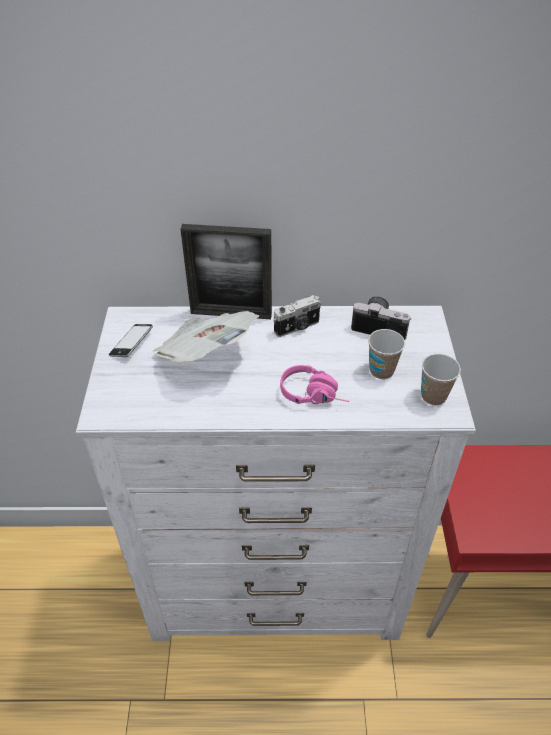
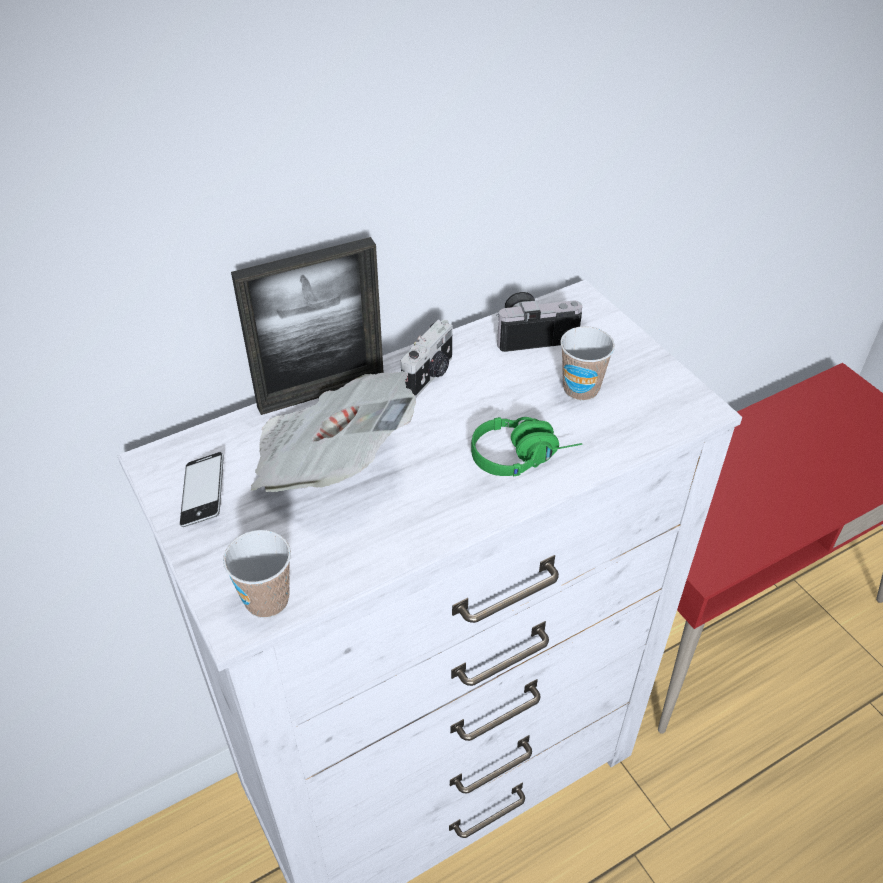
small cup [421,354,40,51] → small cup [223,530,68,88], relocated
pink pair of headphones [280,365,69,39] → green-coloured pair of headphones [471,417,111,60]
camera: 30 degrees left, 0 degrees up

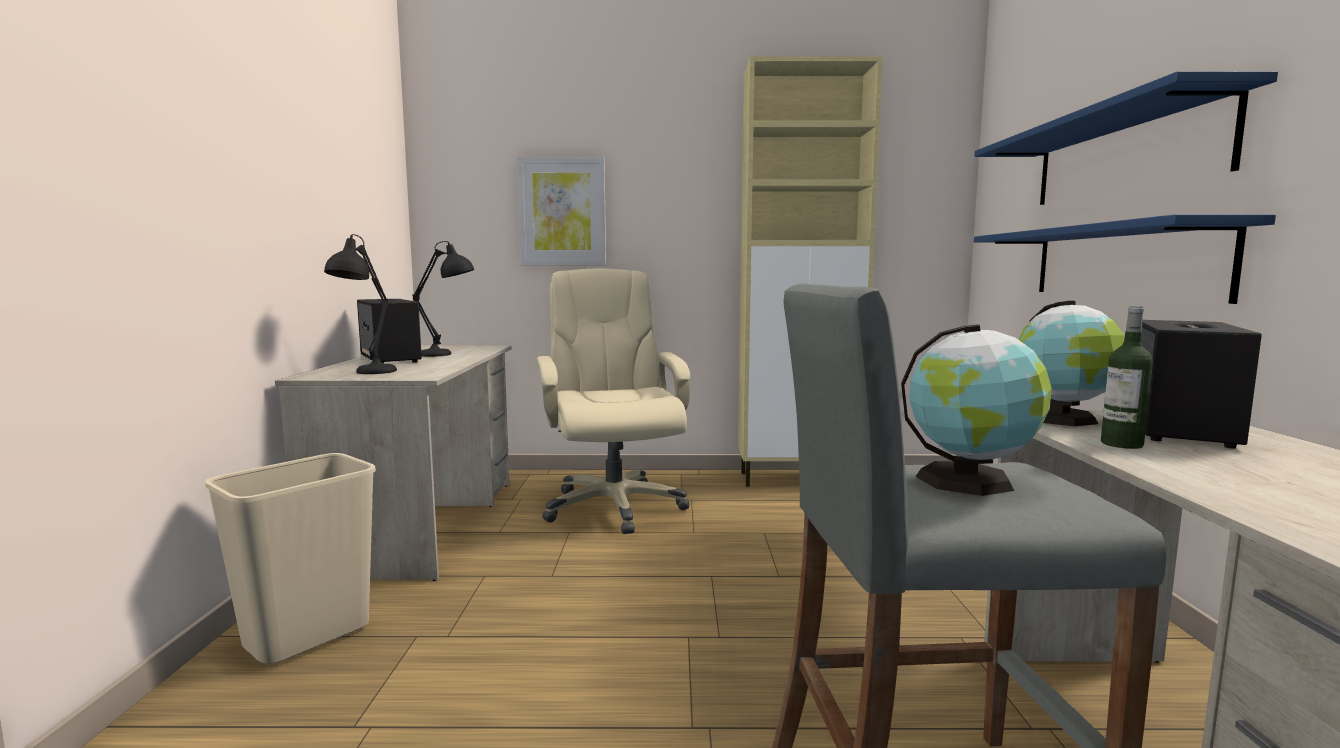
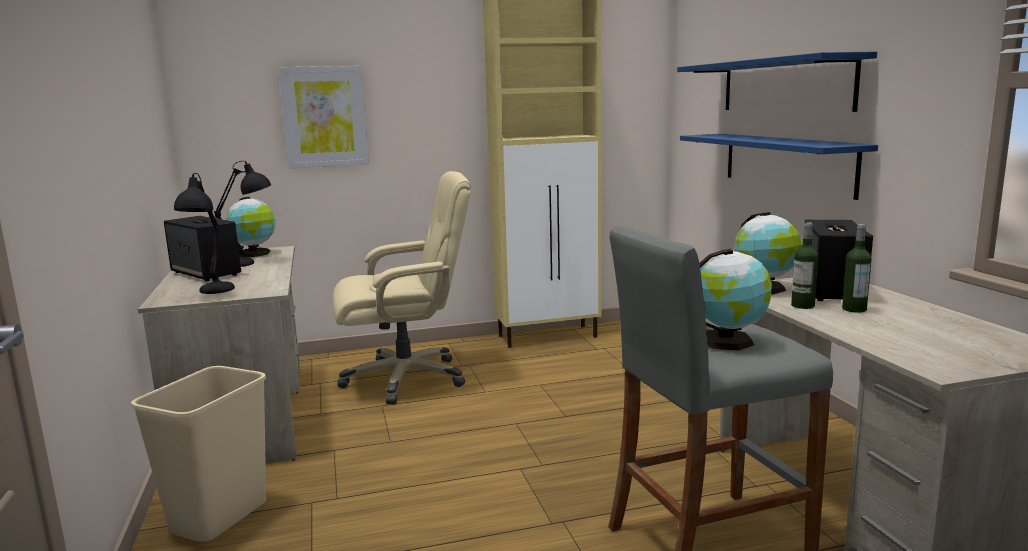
beige-coloured computer chair [537,268,153,266] → beige-coloured computer chair [332,171,139,233], 105 degrees clockwise
- → desk globe [226,197,49,60]
- → beverage bottle [842,224,29,89]
camera: 15 degrees left, 5 degrees up

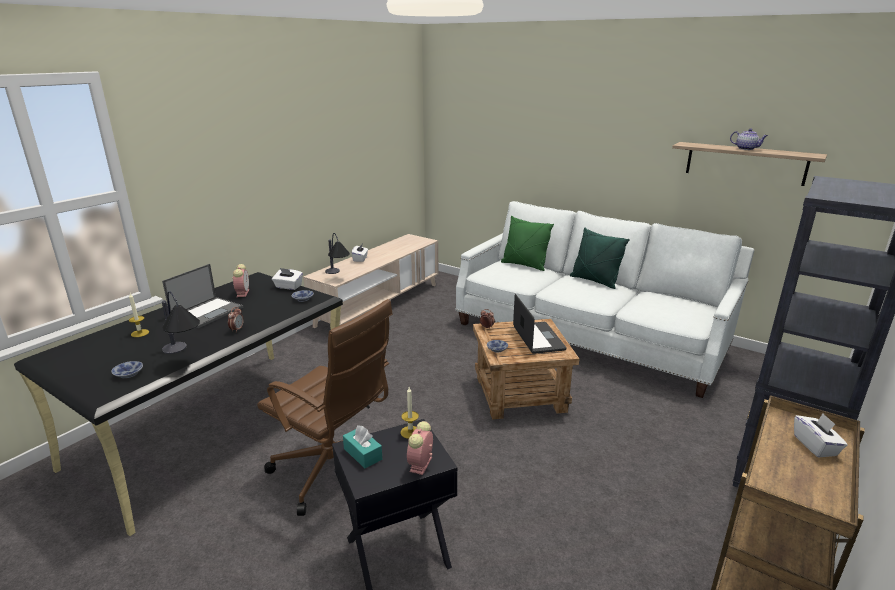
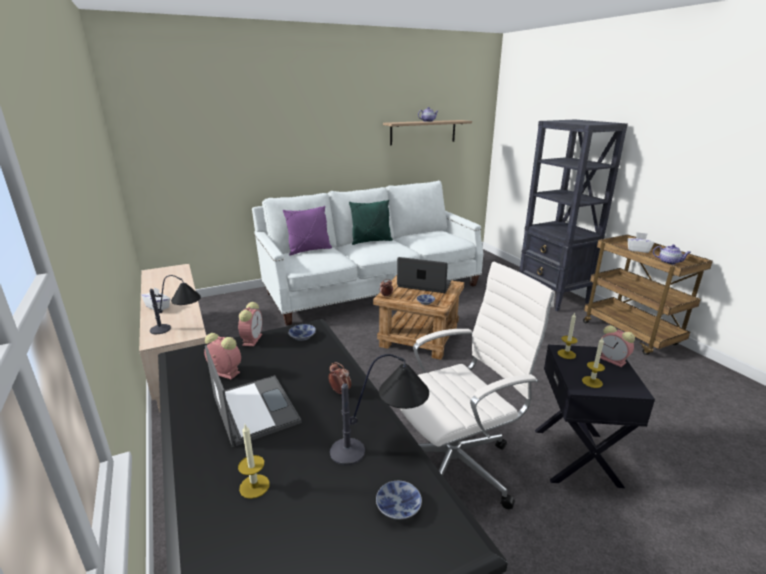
green-coloured pillow [501,216,53,55] → purplish pillow [283,206,49,49]
white tissue box [272,268,31,22] → alarm clock [238,302,24,44]
brown-coloured computer chair [257,299,136,217] → white computer chair [400,262,155,247]
blue-green tissue box [343,425,39,43] → candle [582,338,23,50]
- → tea pot [653,245,38,20]
camera: 60 degrees left, 0 degrees up

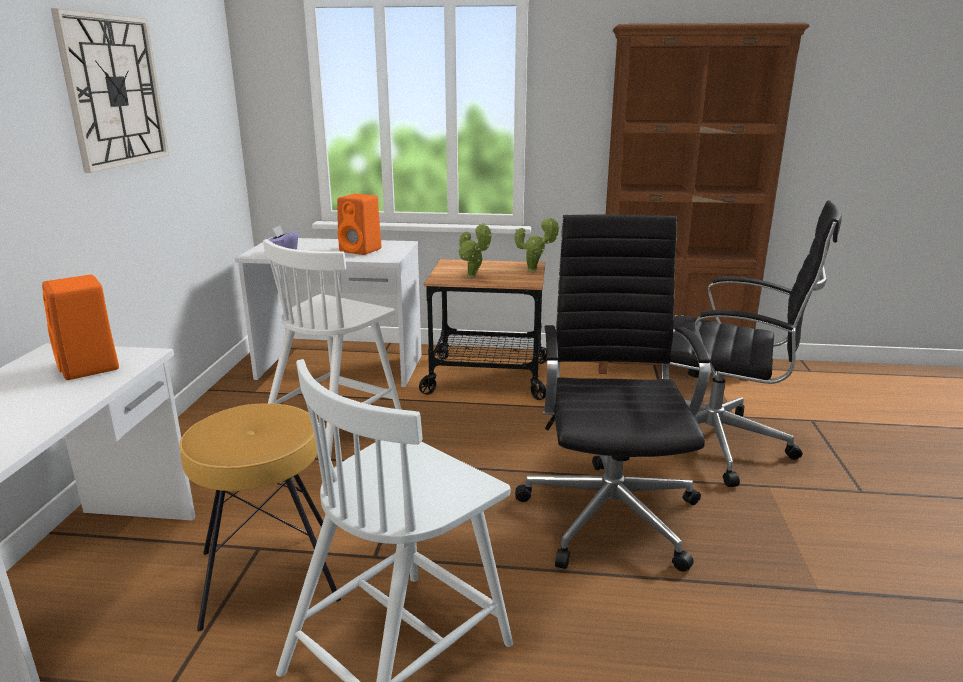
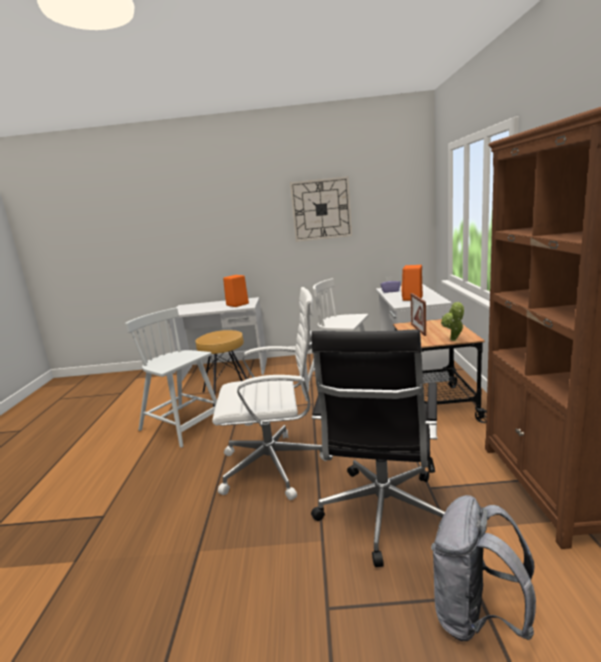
black computer chair [515,214,196,358] → white computer chair [212,287,115,213]
houseplant [458,223,34,54] → standing frame [411,293,15,43]
- → greyish knapsack [431,495,105,146]
camera: 85 degrees right, 5 degrees down

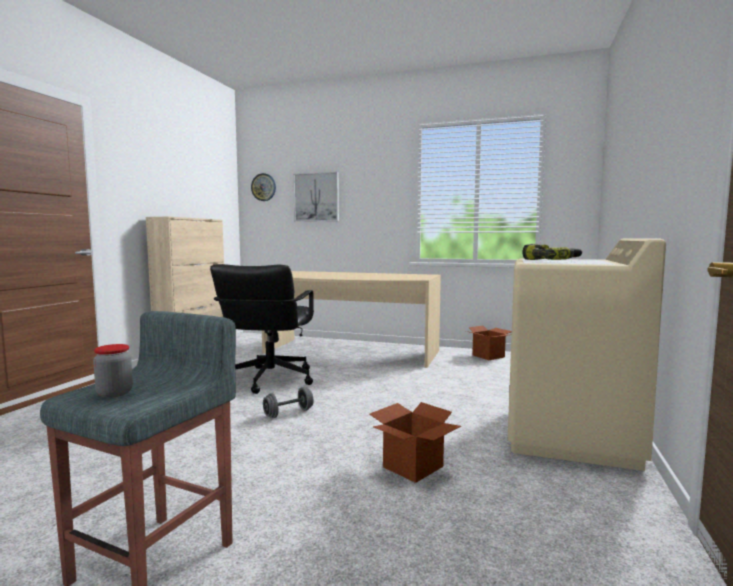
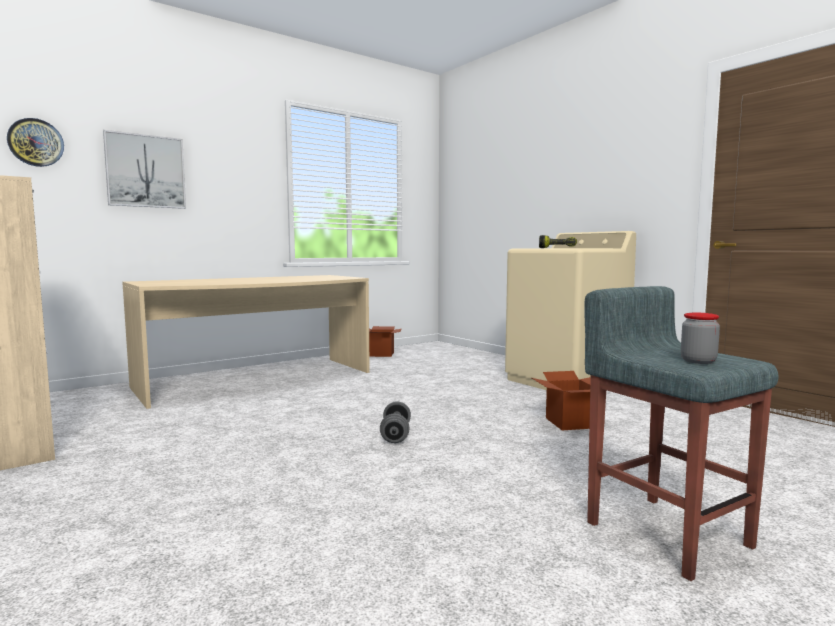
black computer chair [210,264,104,130] → -
camera: 55 degrees left, 0 degrees up

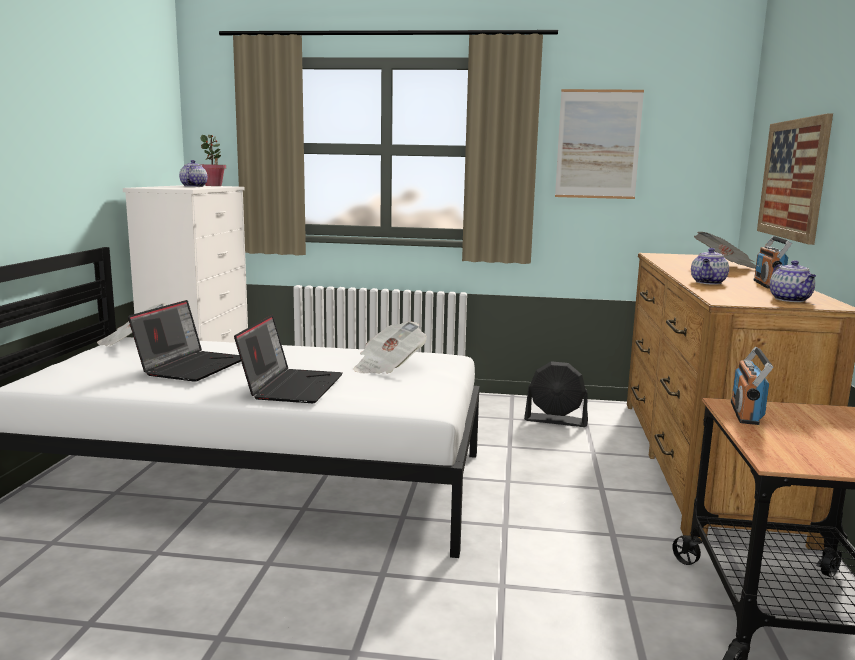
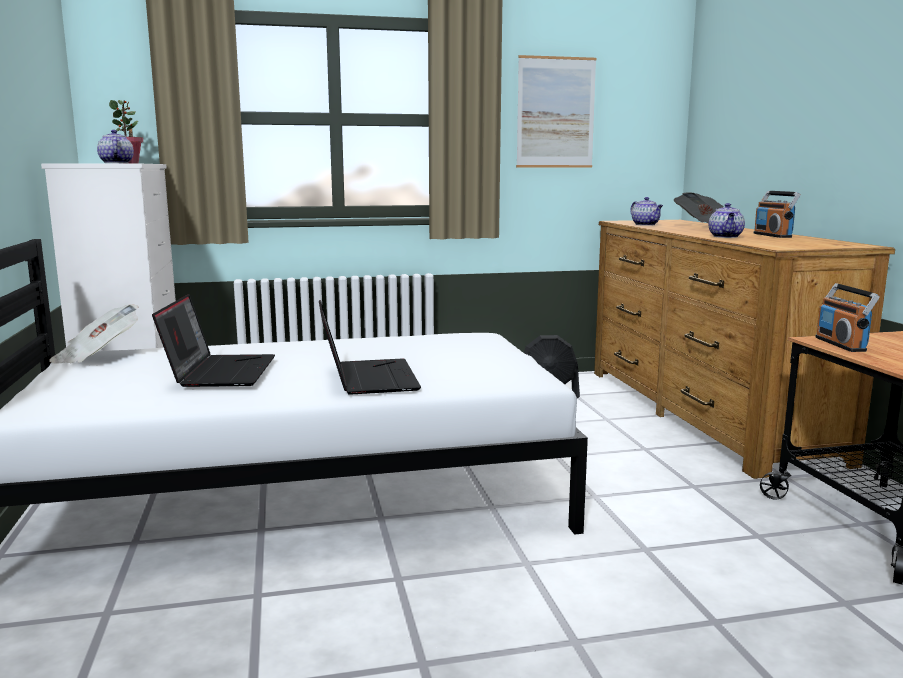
wall picture [757,114,76,131] → -
tea pot [770,260,46,42] → tea pot [630,197,33,29], relocated
newspaper [353,322,74,52] → -
camera: 20 degrees left, 0 degrees up

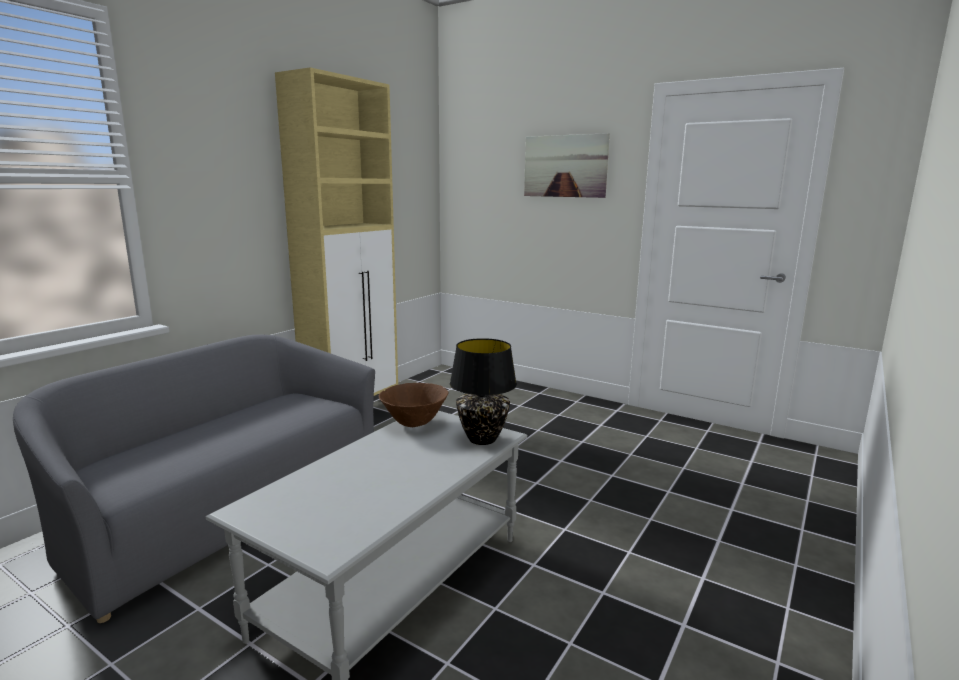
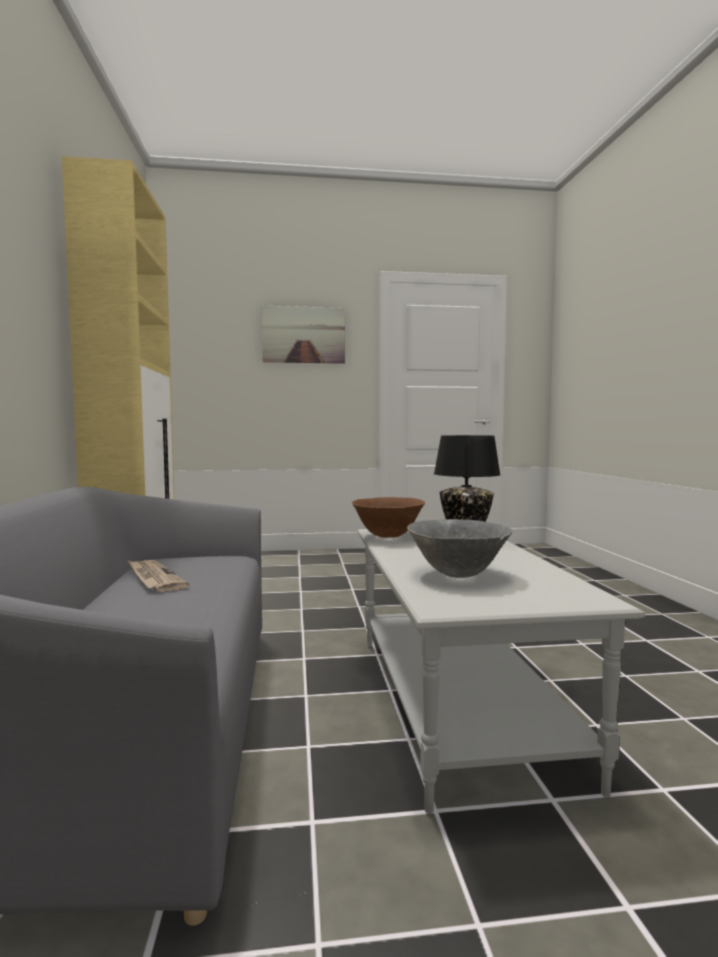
- → greyish deep dish [407,519,106,59]
- → newspaper [128,560,61,32]
camera: 40 degrees left, 10 degrees down

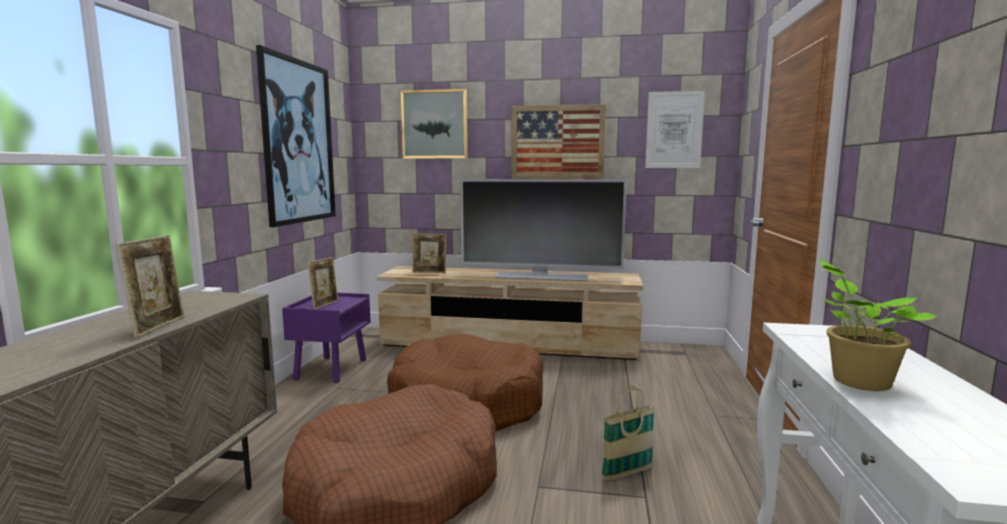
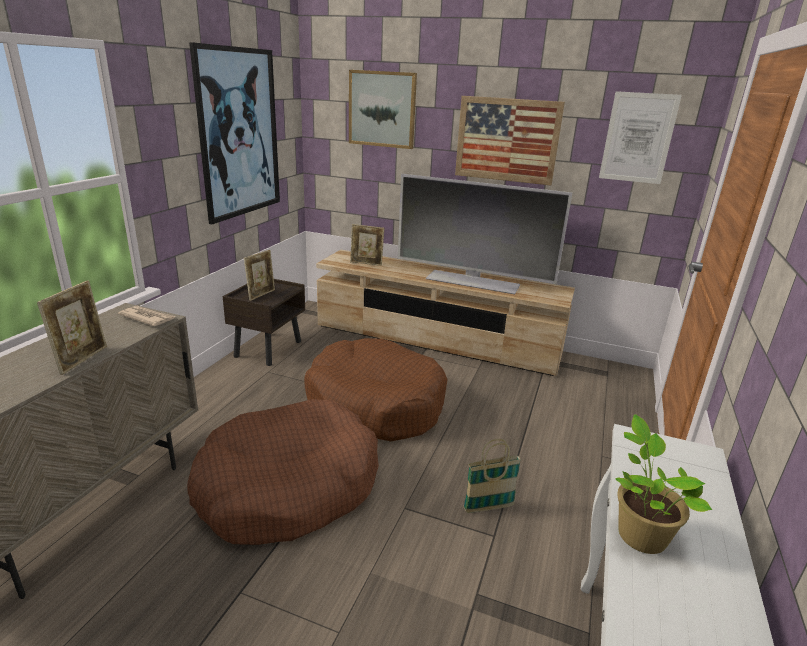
purplish nightstand [282,293,89,90] → brown-coloured nightstand [223,279,82,87]
- → newspaper [118,306,58,20]
camera: 10 degrees right, 15 degrees up

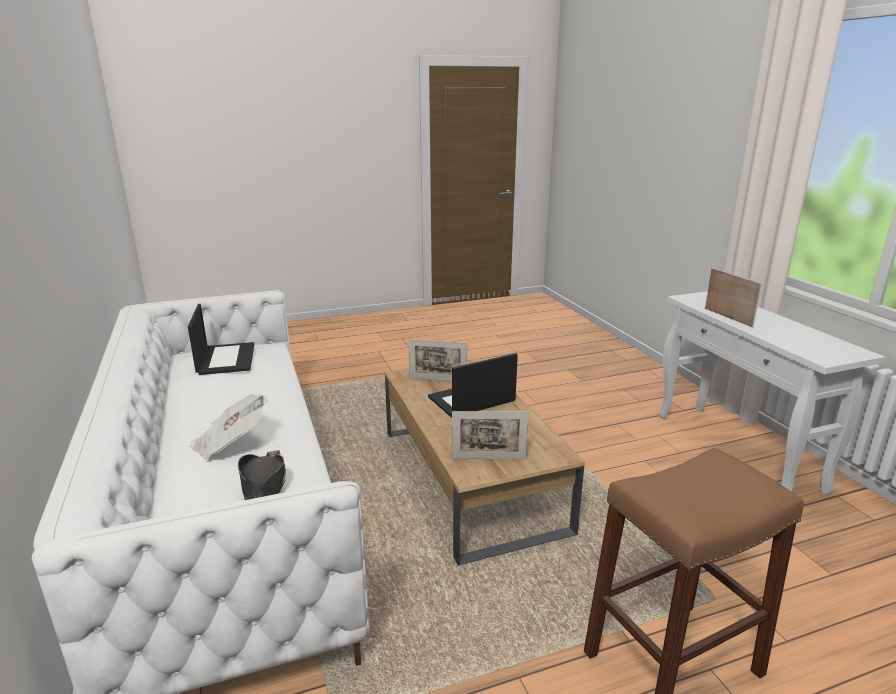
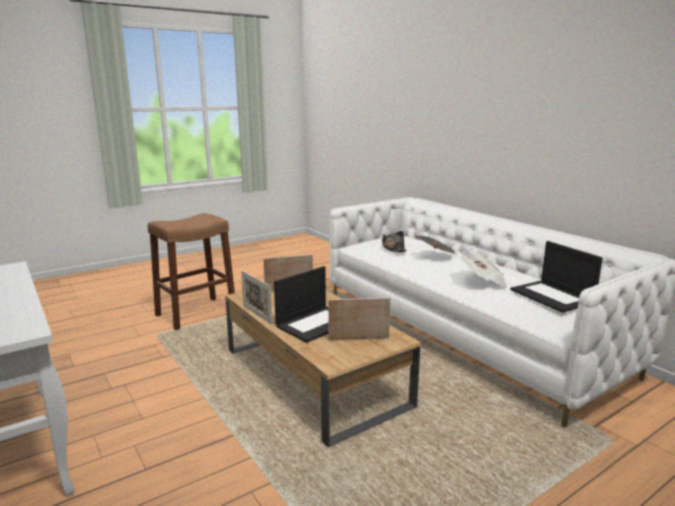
standing frame [705,268,57,60] → standing frame [241,271,31,53], relocated
- → newspaper [458,248,49,39]
camera: 165 degrees right, 5 degrees down

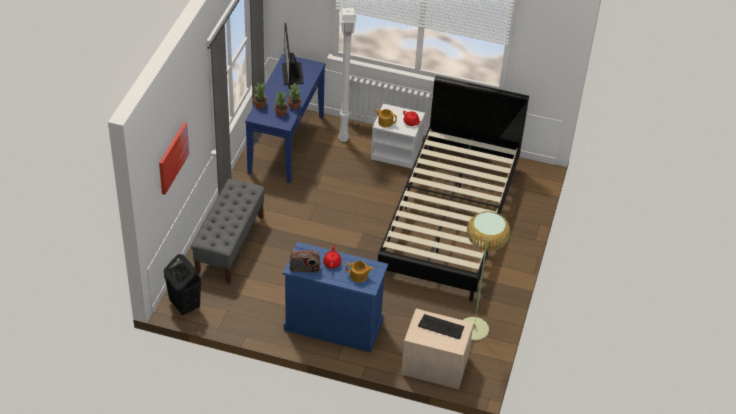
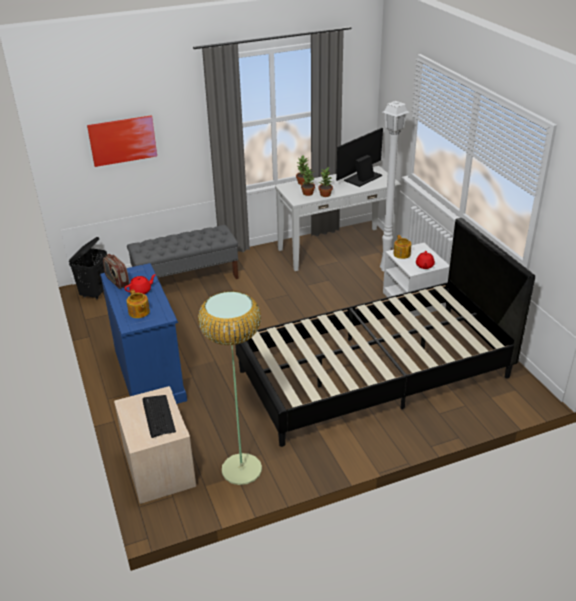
blue-coloured narrow table [245,54,80,129] → white narrow table [275,166,127,105]
camera: 55 degrees right, 10 degrees down

